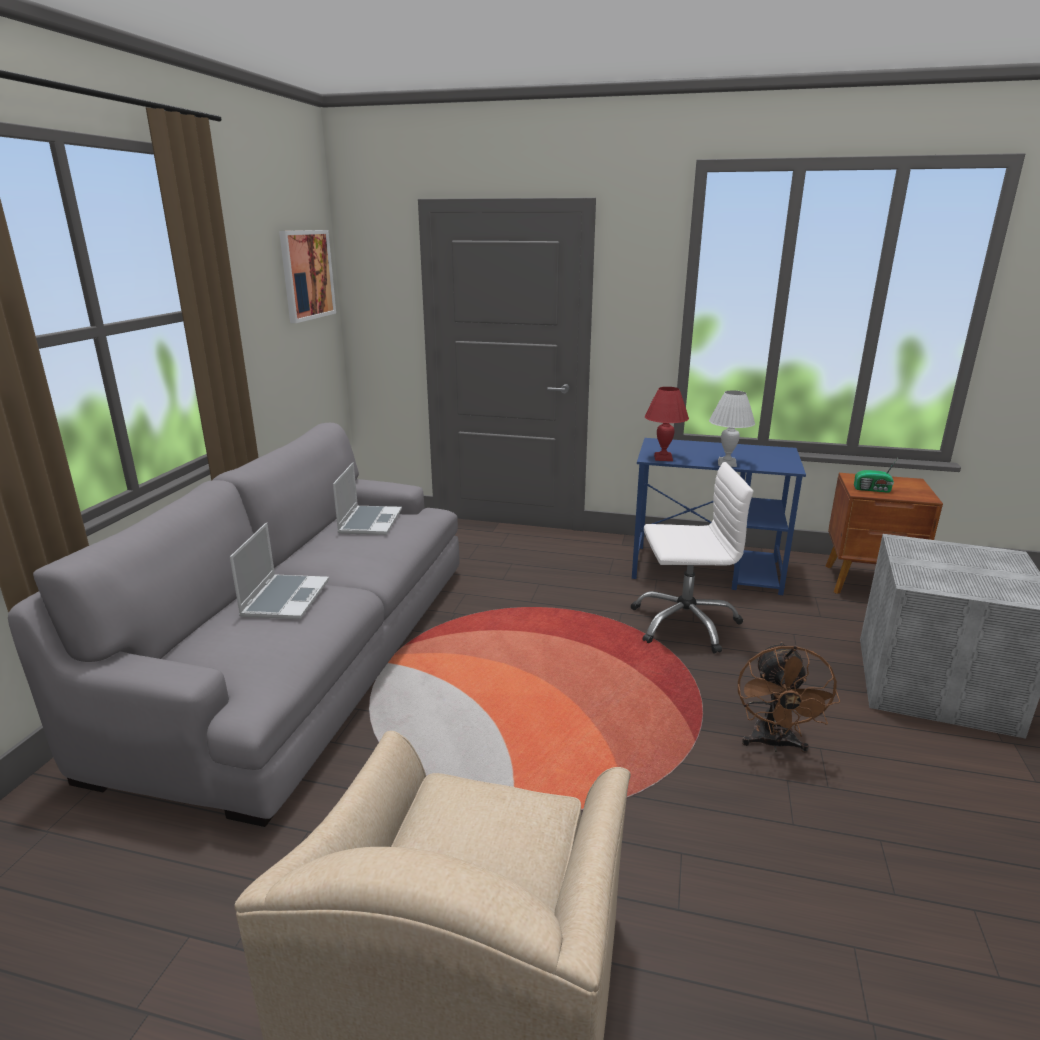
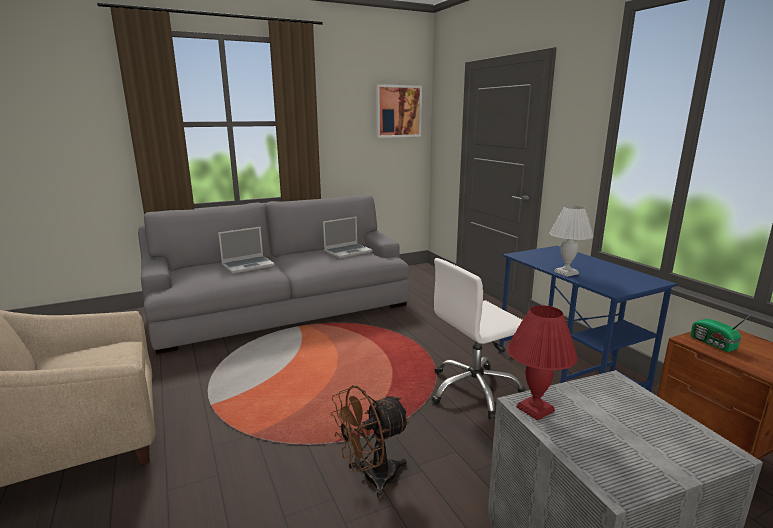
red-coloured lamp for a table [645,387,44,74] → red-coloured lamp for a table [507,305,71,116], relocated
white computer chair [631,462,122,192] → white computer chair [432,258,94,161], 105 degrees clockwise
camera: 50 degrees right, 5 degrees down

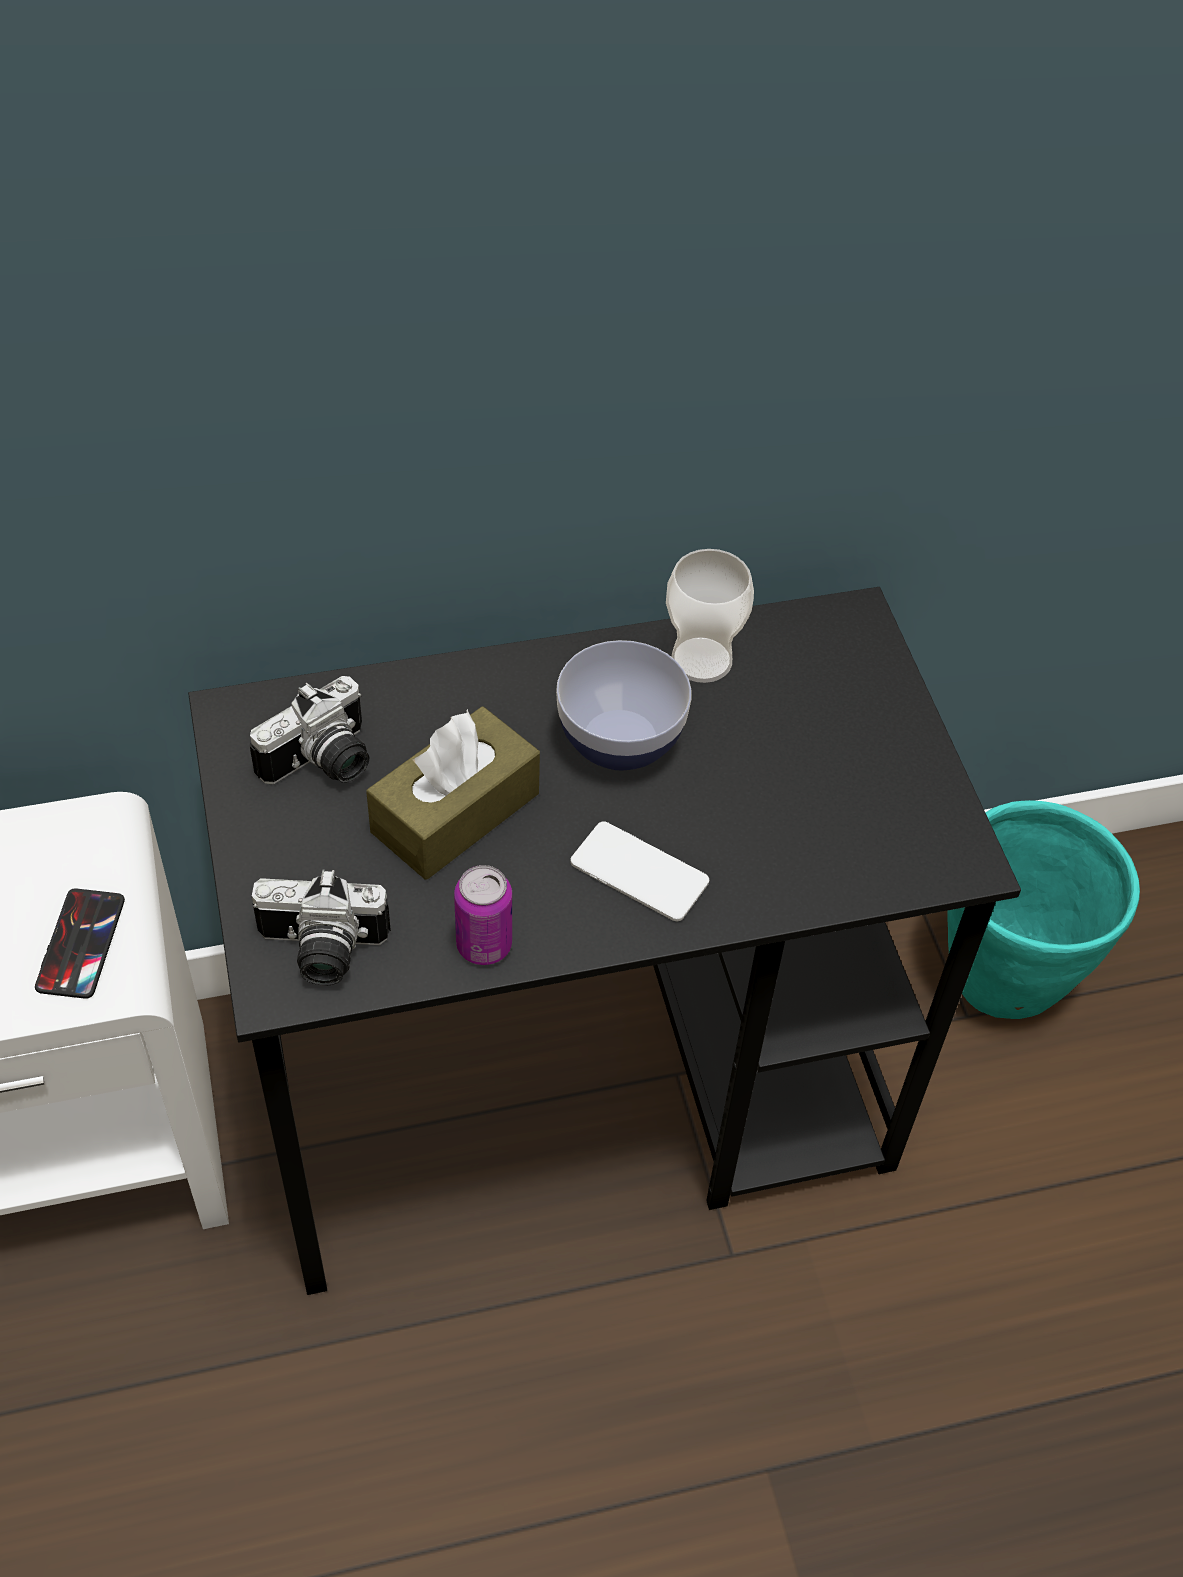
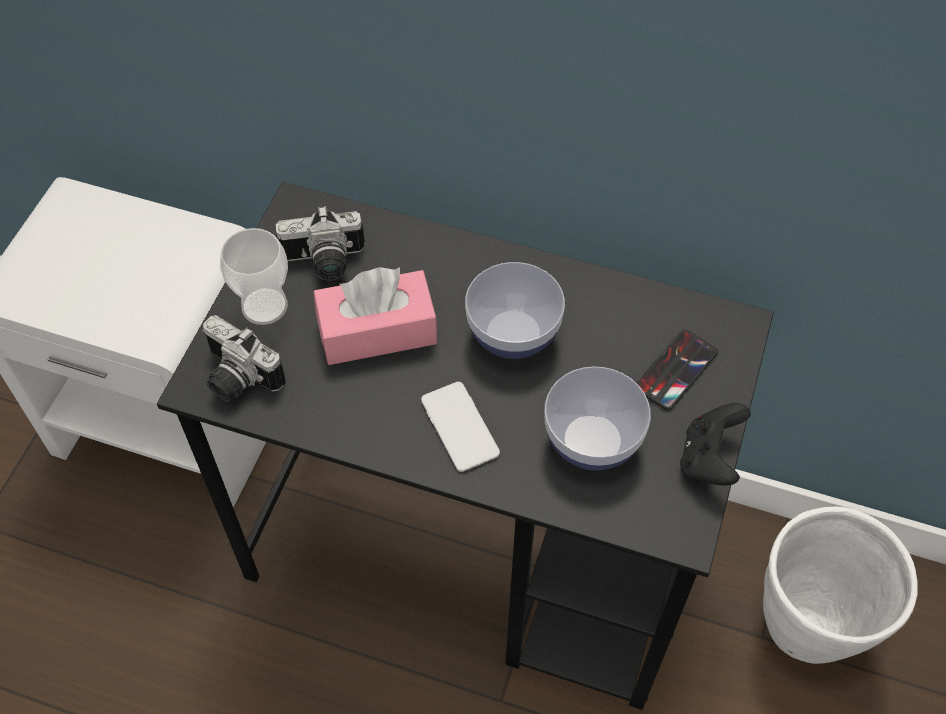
small cup [666,549,88,134] → small cup [220,228,68,97], relocated
brown-coloured tissue box [366,706,174,174] → pink tissue box [314,267,123,98]
blue-green planter [947,800,193,219] → white planter [763,506,155,158]
can [454,865,58,100] → -
phone [35,888,90,111] → phone [637,329,81,81], relocated
- → deep dish [545,366,106,105]
- → black joypad [680,403,71,83]
camera: 35 degrees right, 5 degrees up

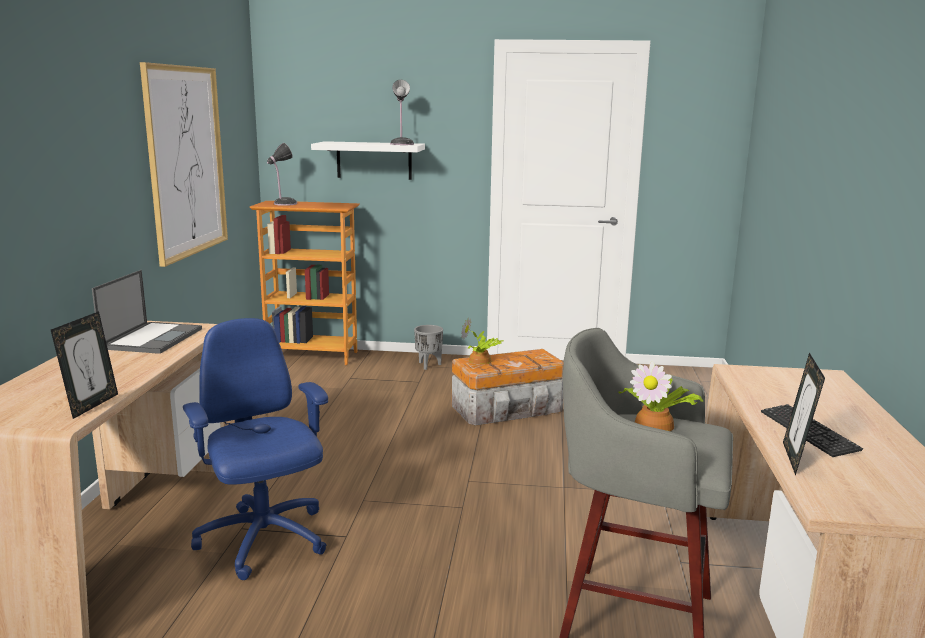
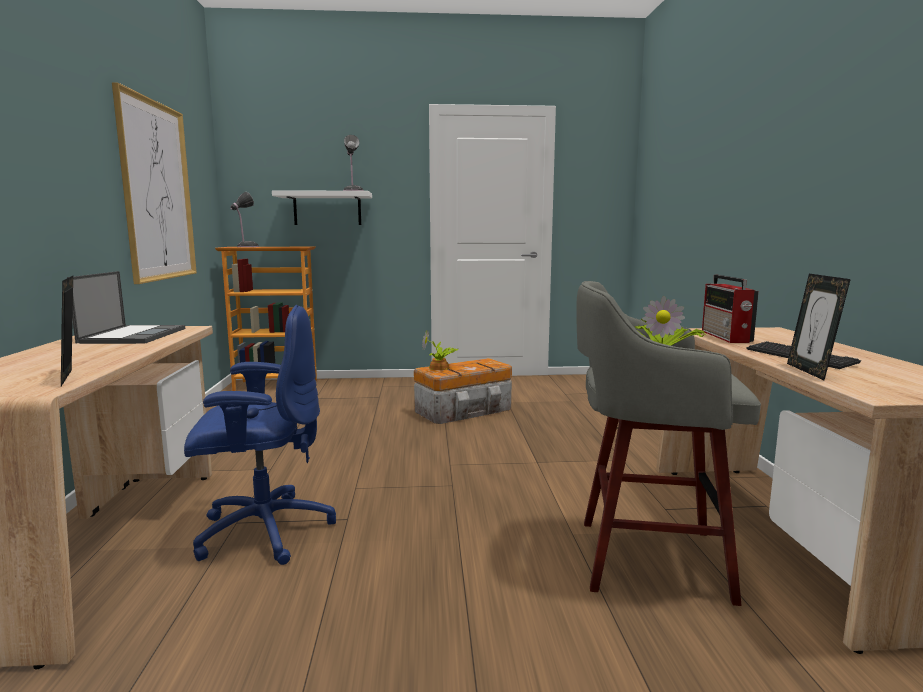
standing frame [51,311,67,108] → standing frame [61,276,12,110], 150 degrees clockwise
blue-coloured computer chair [183,318,145,262] → blue-coloured computer chair [184,305,152,260], 120 degrees clockwise
greyish planter [414,325,29,45] → -
- → radio receiver [702,275,57,68]
camera: 10 degrees left, 5 degrees down

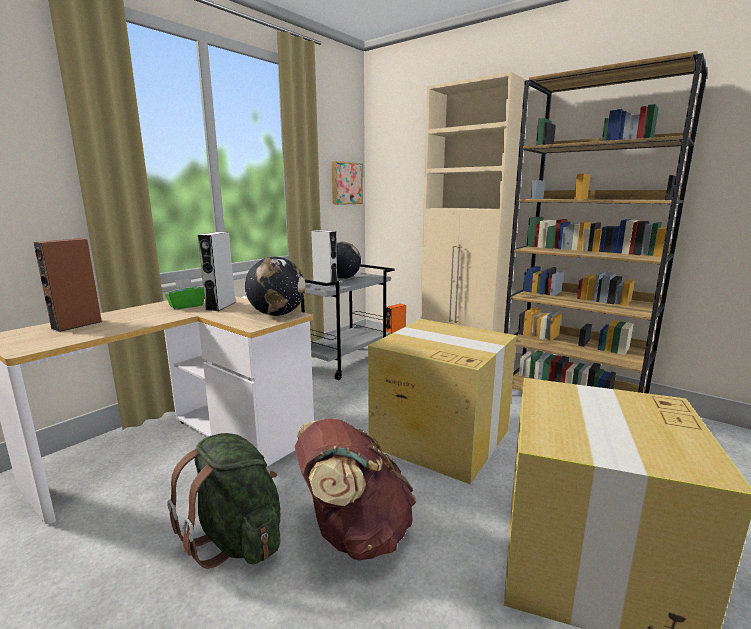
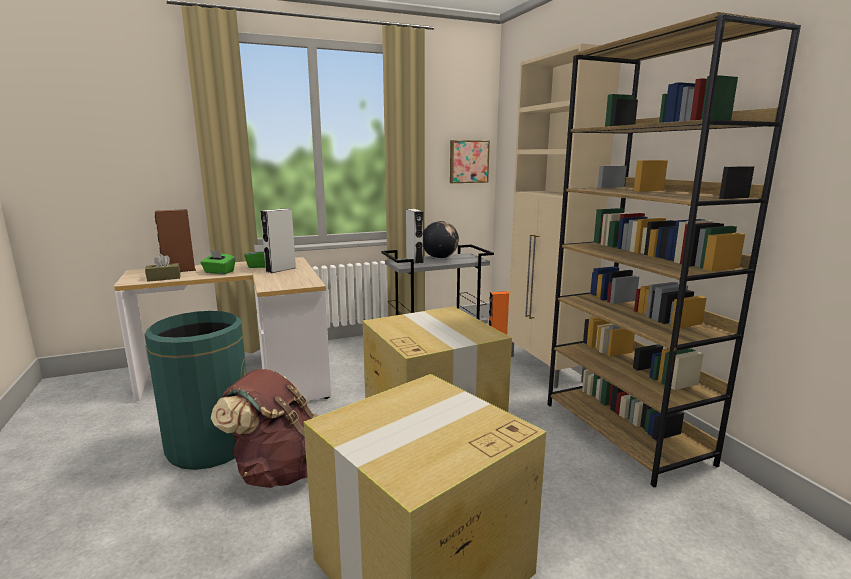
desk globe [245,257,61,59] → -
green-coloured knapsack [167,433,113,136] → green-coloured trash can [145,311,102,159]
- → green-coloured tissue box [200,250,35,24]
- → brown-coloured tissue box [145,254,35,28]
camera: 30 degrees right, 0 degrees up

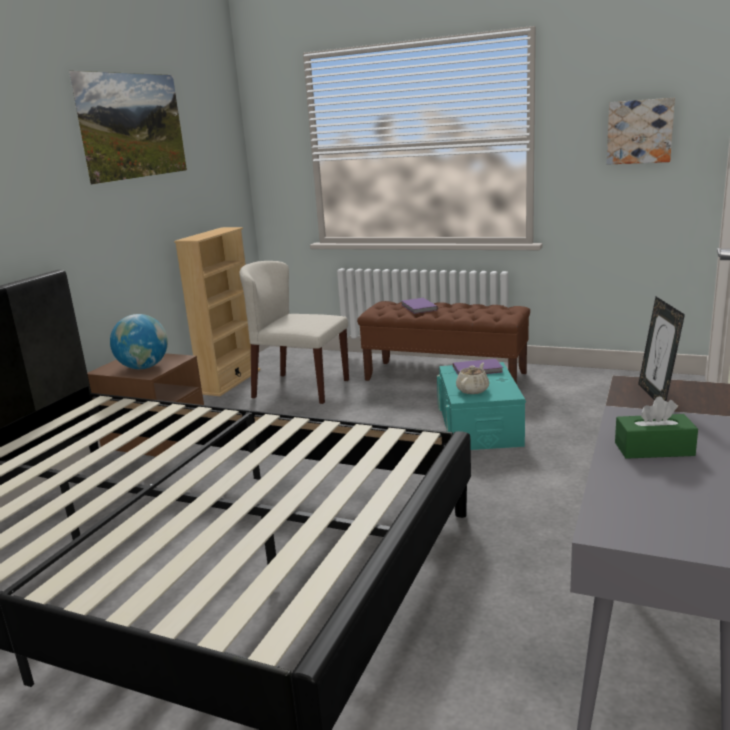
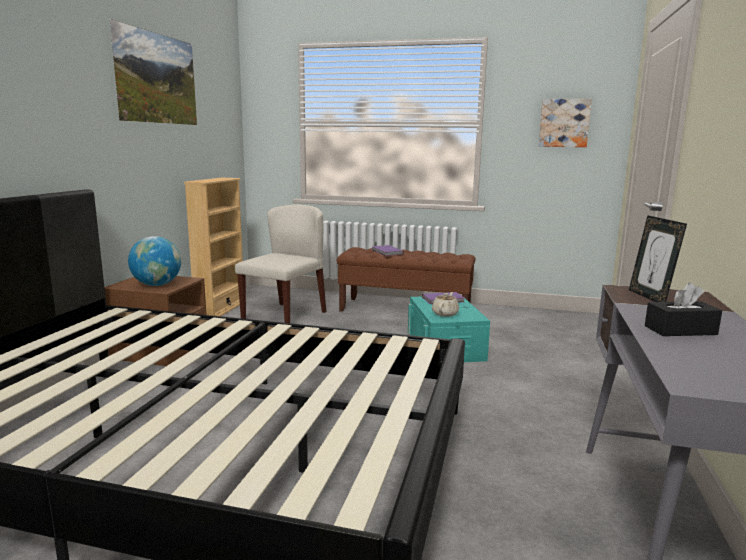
beige-coloured chair [239,261,110,143] → beige-coloured chair [235,204,91,119], 105 degrees clockwise
green-coloured tissue box [615,396,83,63] → black tissue box [645,283,77,53]
camera: 10 degrees left, 5 degrees down

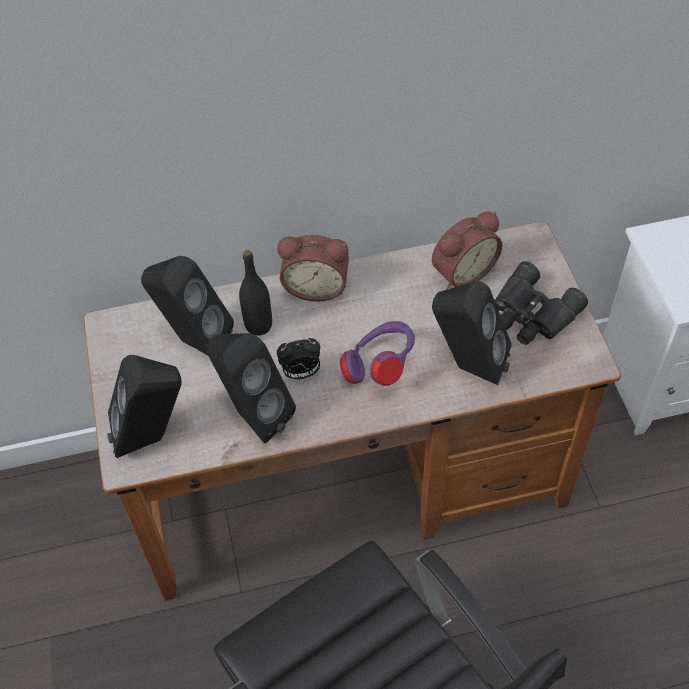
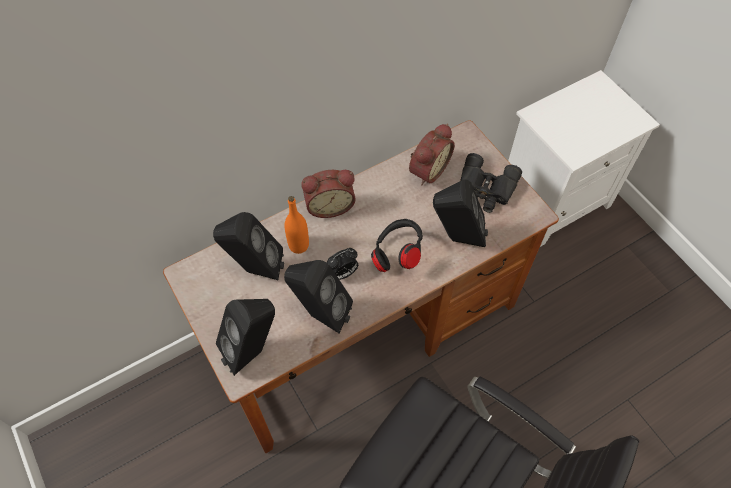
black beverage bottle [239,250,33,86] → orange-coloured beverage bottle [284,196,25,58]
purplish pair of headphones [340,321,75,65] → black pair of headphones [371,219,52,53]
camera: 20 degrees left, 5 degrees up

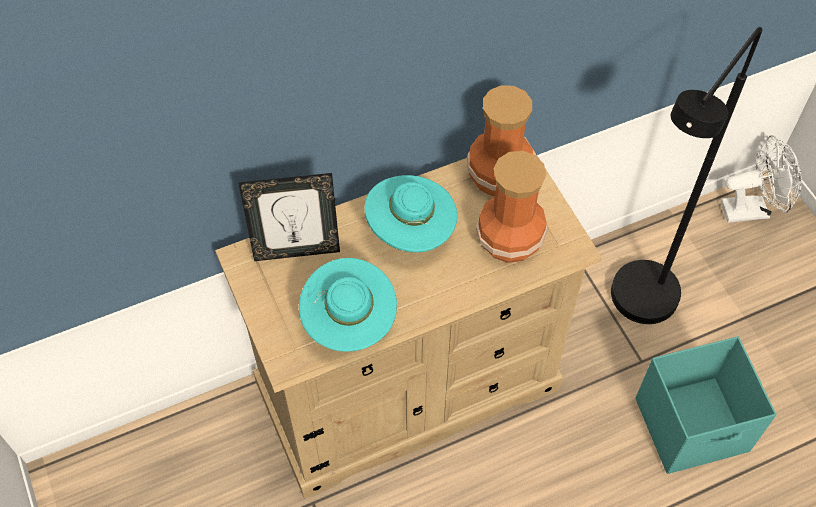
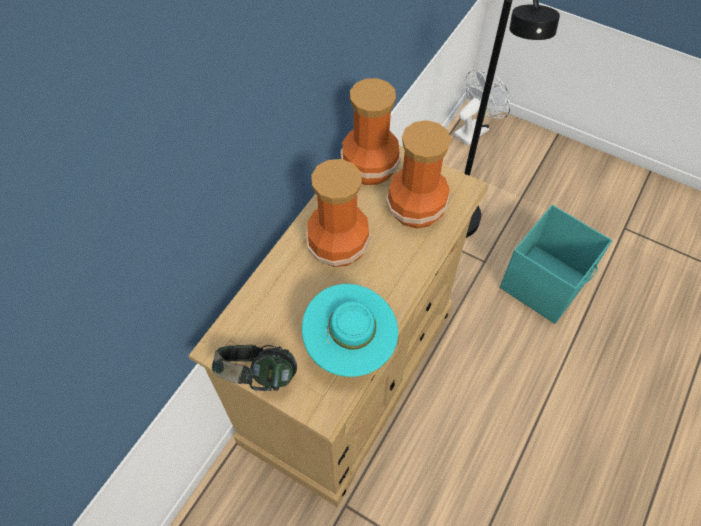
standing frame [238,173,102,88] → -
blue-green hat [365,175,92,77] → flower vase [306,159,65,108]
- → pair of headphones [212,344,85,47]
camera: 35 degrees left, 0 degrees up

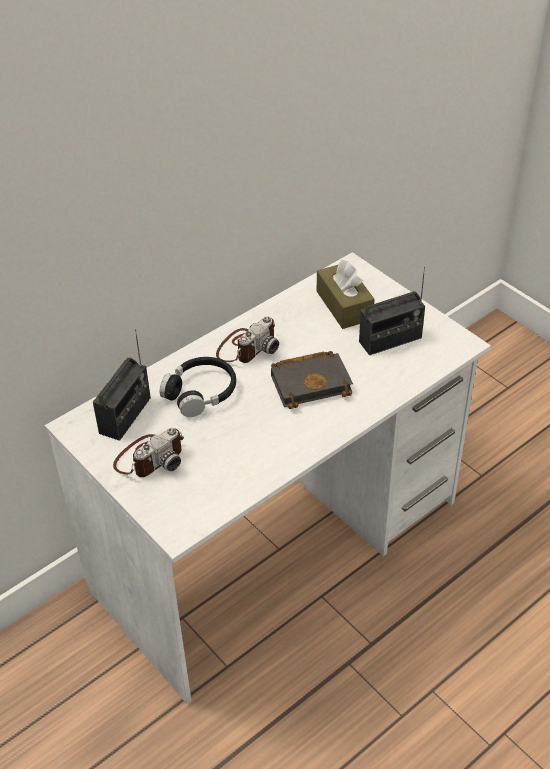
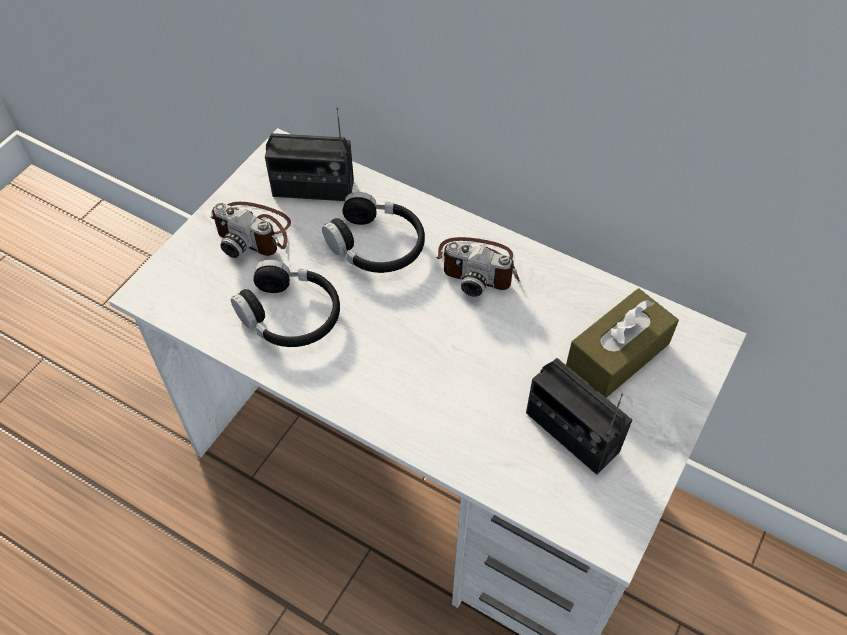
black bound book [271,351,82,58] → -
- → black pair of headphones [231,259,109,88]
camera: 70 degrees right, 10 degrees up

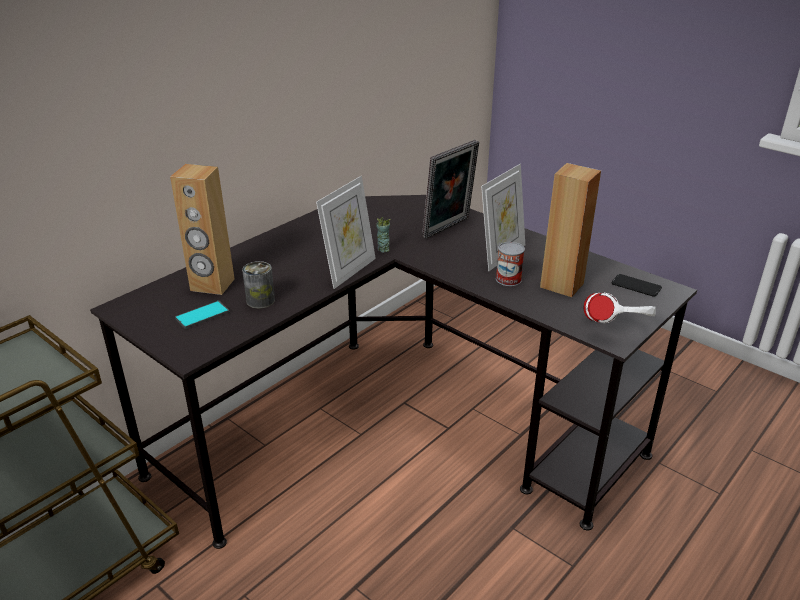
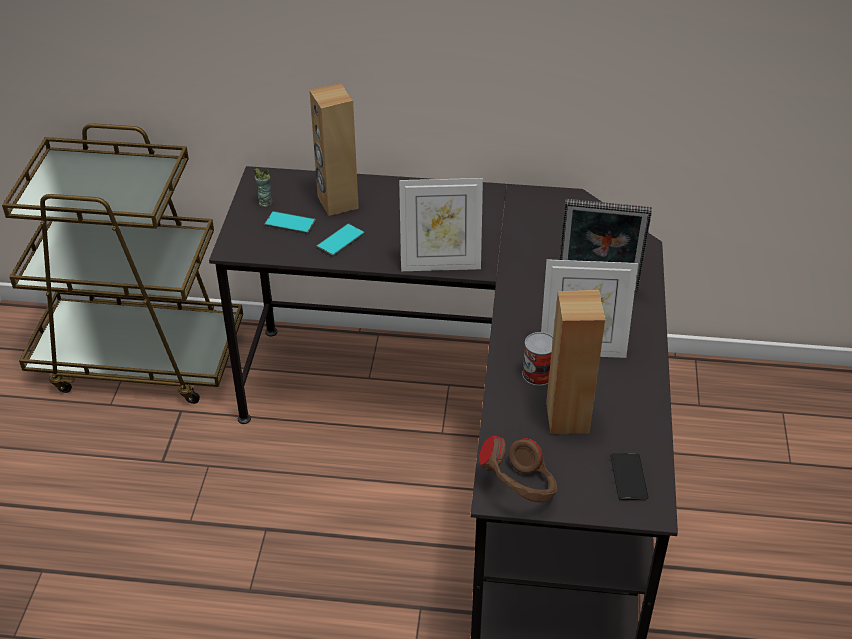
small cup [376,217,15,35] → small cup [254,168,19,39], relocated
can [242,261,33,48] → phone [316,223,49,34]
white pair of headphones [583,293,73,30] → brown-coloured pair of headphones [479,436,78,67]
camera: 55 degrees right, 10 degrees up

